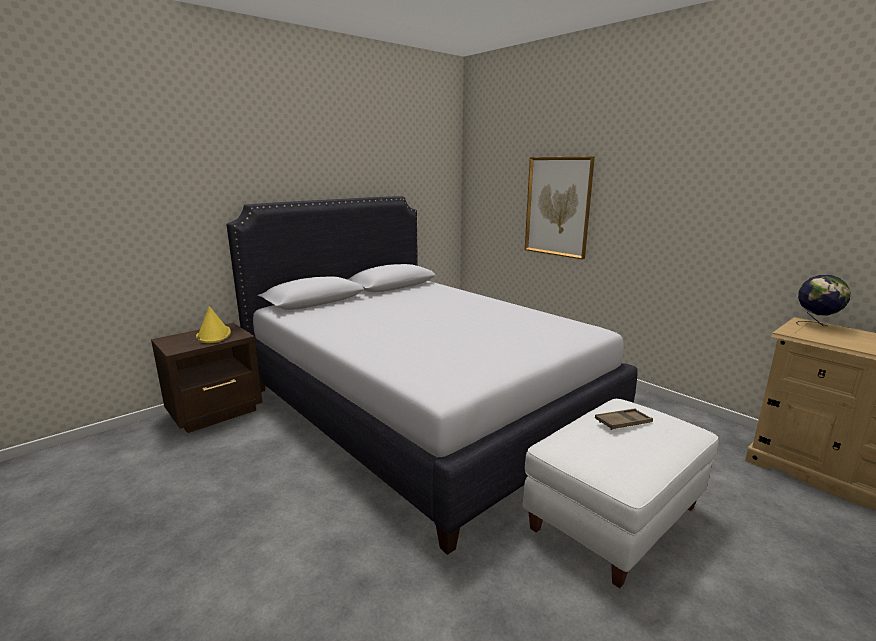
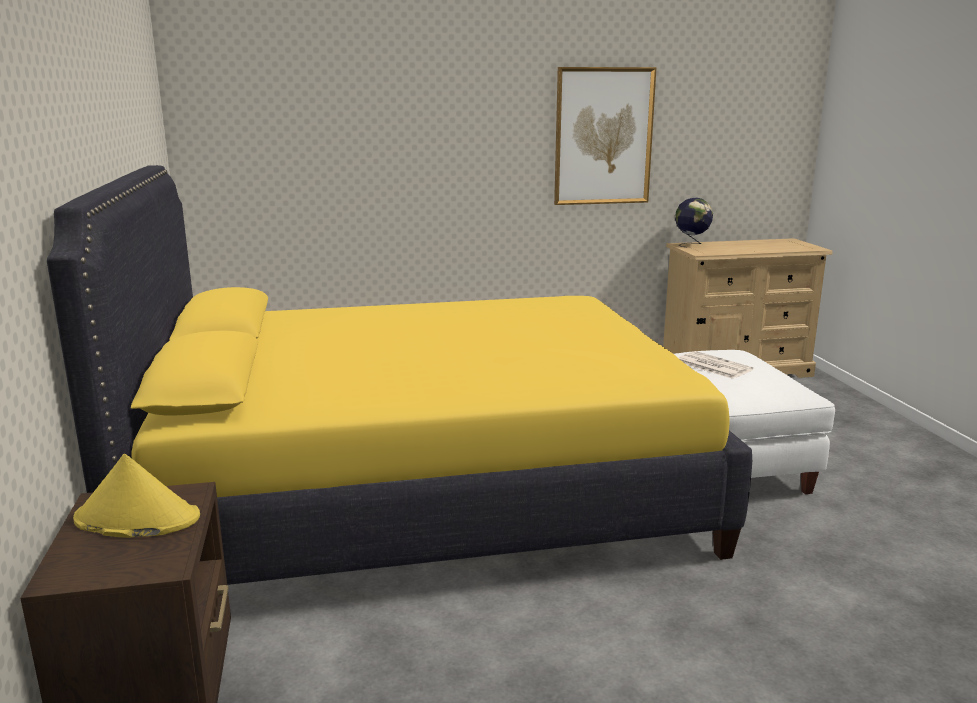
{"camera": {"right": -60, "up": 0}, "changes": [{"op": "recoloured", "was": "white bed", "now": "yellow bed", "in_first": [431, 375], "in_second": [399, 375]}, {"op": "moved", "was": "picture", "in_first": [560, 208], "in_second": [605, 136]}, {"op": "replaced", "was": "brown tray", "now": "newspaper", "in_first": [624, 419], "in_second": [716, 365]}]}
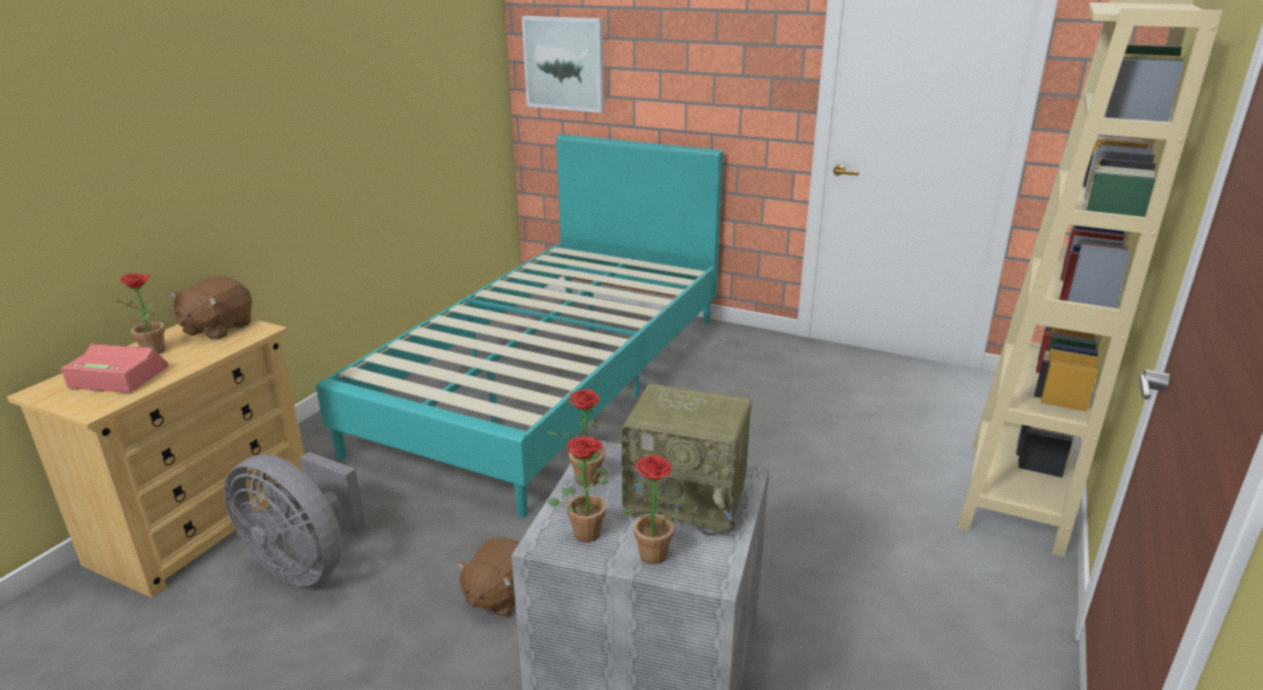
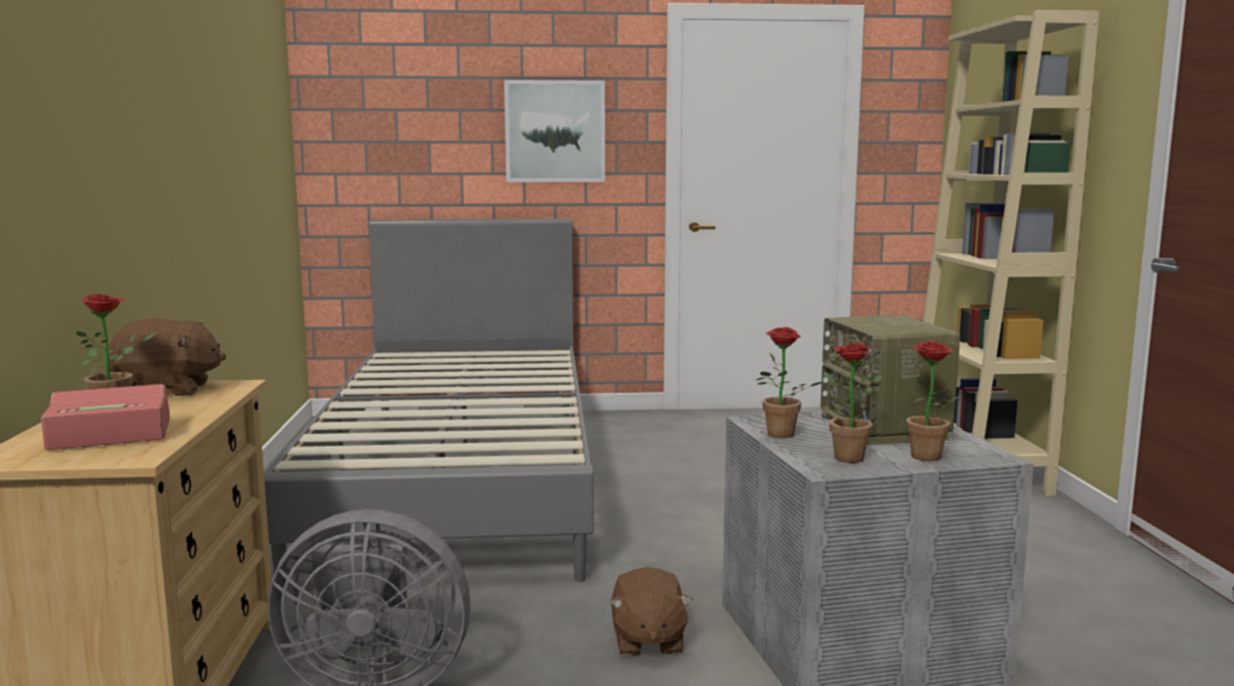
{"camera": {"right": -30, "up": -15}, "changes": [{"op": "turned", "was": "brown plush toy", "in_first": [210, 308], "in_second": [167, 357], "clockwise": -90}, {"op": "recoloured", "was": "turquoise bed", "now": "grey bed", "in_first": [519, 326], "in_second": [429, 403]}, {"op": "moved", "was": "picture", "in_first": [563, 64], "in_second": [554, 131]}, {"op": "turned", "was": "radio", "in_first": [687, 459], "in_second": [890, 380], "clockwise": 90}]}
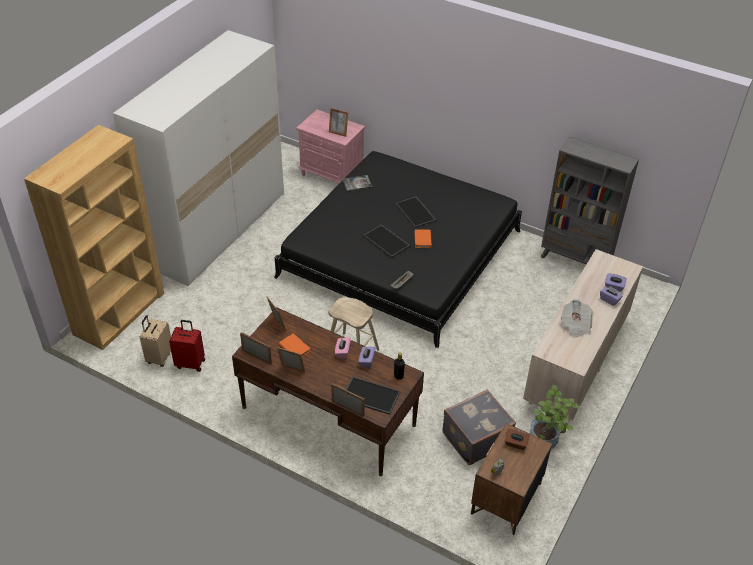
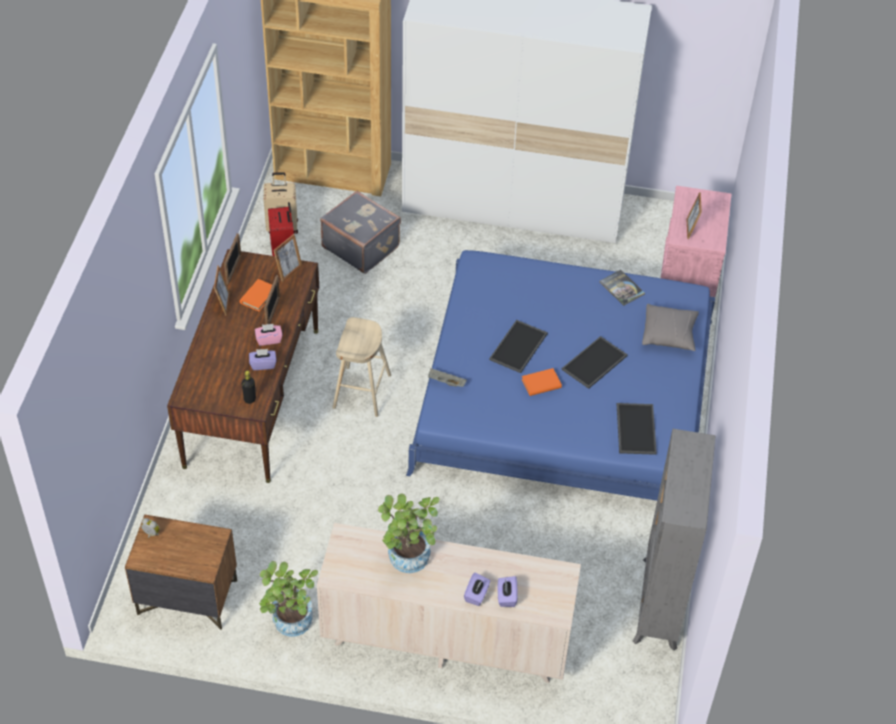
{"camera": {"right": 70, "up": 5}, "changes": [{"op": "moved", "was": "picture frame", "in_first": [348, 400], "in_second": [272, 299]}, {"op": "moved", "was": "grey suitcase", "in_first": [479, 427], "in_second": [360, 232]}, {"op": "replaced", "was": "newspaper", "now": "potted plant", "in_first": [577, 318], "in_second": [409, 533]}, {"op": "recoloured", "was": "black bed", "now": "blue bed", "in_first": [398, 249], "in_second": [560, 375]}, {"op": "moved", "was": "tray", "in_first": [373, 395], "in_second": [637, 429]}, {"op": "added", "now": "grey pillow", "in_second": [670, 327]}, {"op": "removed", "was": "brown tissue box", "in_first": [517, 439]}]}
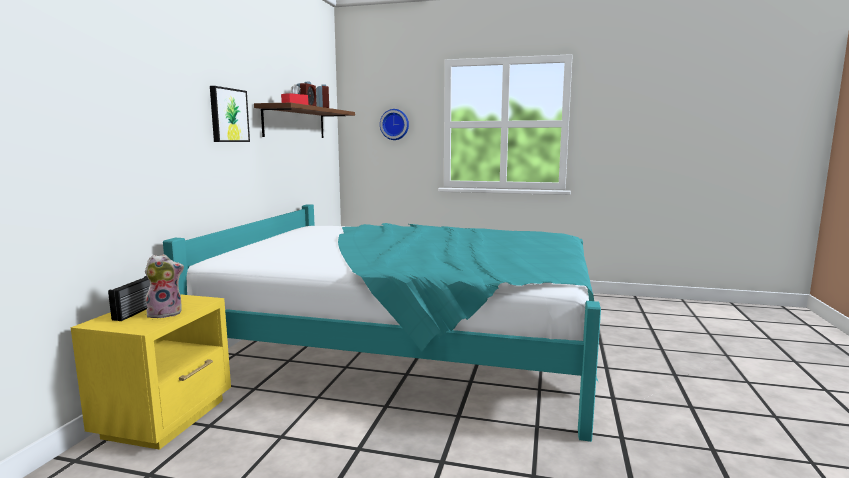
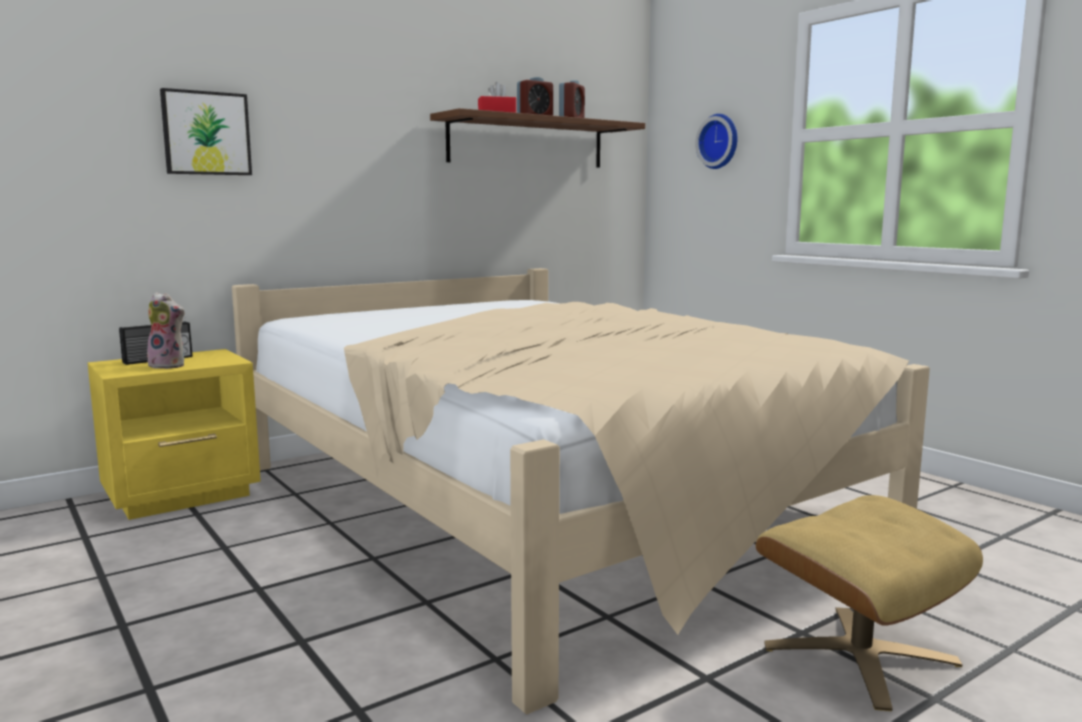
{"camera": {"right": 40, "up": 0}, "changes": [{"op": "moved", "was": "picture", "in_first": [230, 114], "in_second": [206, 131]}, {"op": "recoloured", "was": "turquoise bed", "now": "beige bed", "in_first": [382, 323], "in_second": [581, 491]}, {"op": "added", "now": "beige ottoman", "in_second": [869, 603]}]}
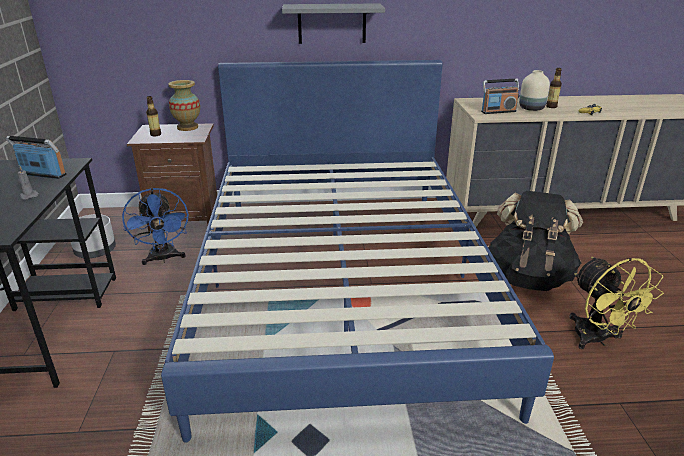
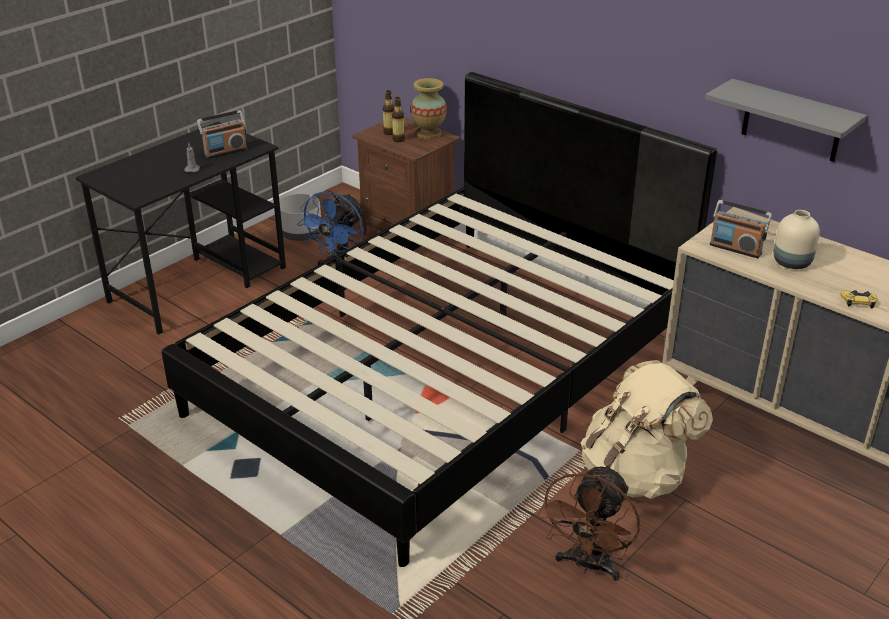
{"camera": {"right": 45, "up": 5}, "changes": [{"op": "recoloured", "was": "blue bed", "now": "black bed", "in_first": [357, 251], "in_second": [439, 319]}, {"op": "turned", "was": "radio", "in_first": [36, 157], "in_second": [222, 134], "clockwise": 90}, {"op": "moved", "was": "bottle", "in_first": [554, 88], "in_second": [398, 119]}, {"op": "recoloured", "was": "yellow fan", "now": "brown fan", "in_first": [616, 303], "in_second": [589, 522]}, {"op": "recoloured", "was": "black backpack", "now": "beige backpack", "in_first": [535, 241], "in_second": [647, 429]}, {"op": "moved", "was": "grey shelf", "in_first": [333, 23], "in_second": [786, 120]}]}
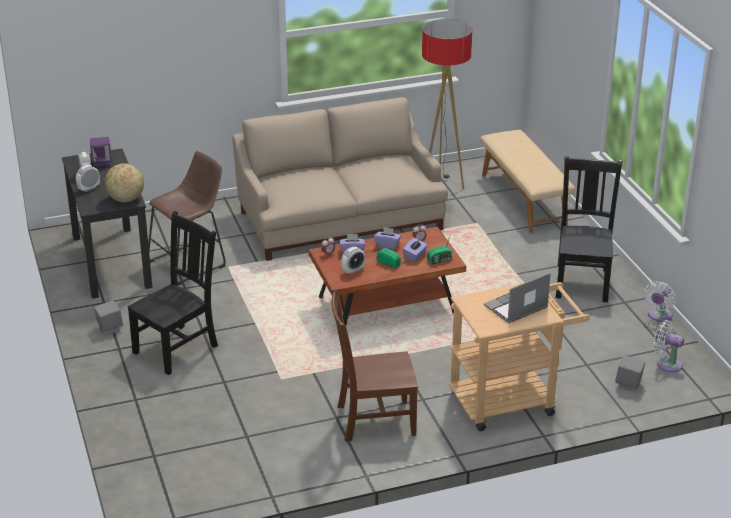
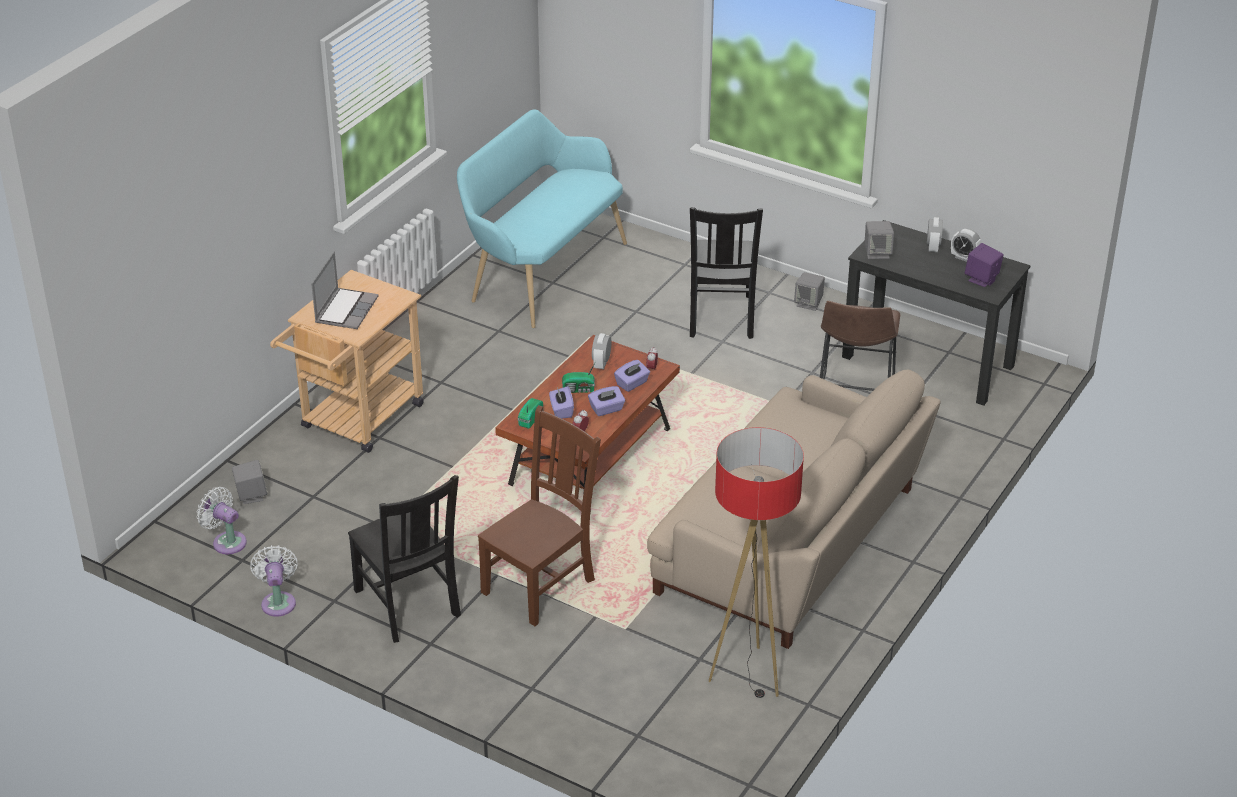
{"camera": {"right": 140, "up": 5}, "changes": [{"op": "turned", "was": "white fan", "in_first": [668, 346], "in_second": [222, 520], "clockwise": -135}, {"op": "added", "now": "turquoise bench", "in_second": [542, 218]}, {"op": "moved", "was": "brown chair", "in_first": [374, 364], "in_second": [539, 515]}, {"op": "replaced", "was": "globe", "now": "grey speaker", "in_first": [124, 182], "in_second": [879, 240]}, {"op": "removed", "was": "beige bench", "in_first": [527, 181]}]}
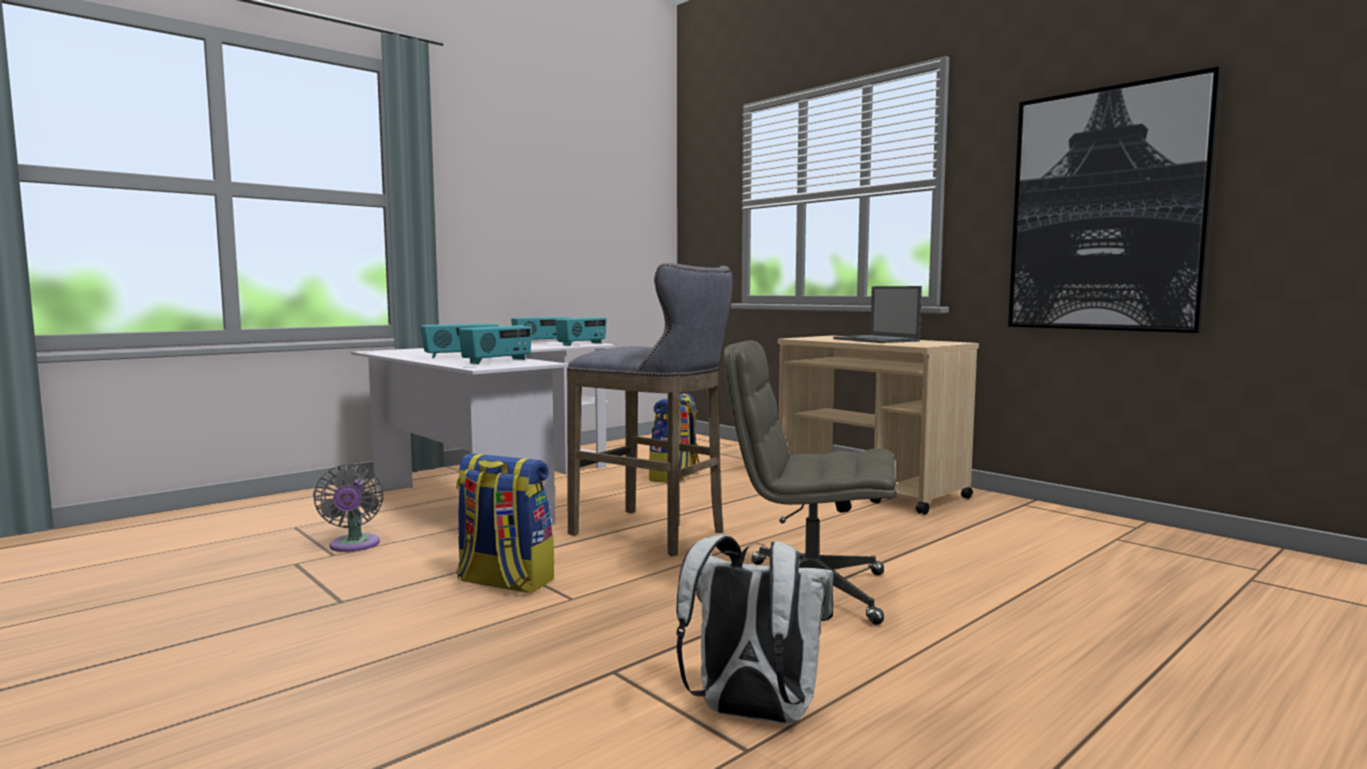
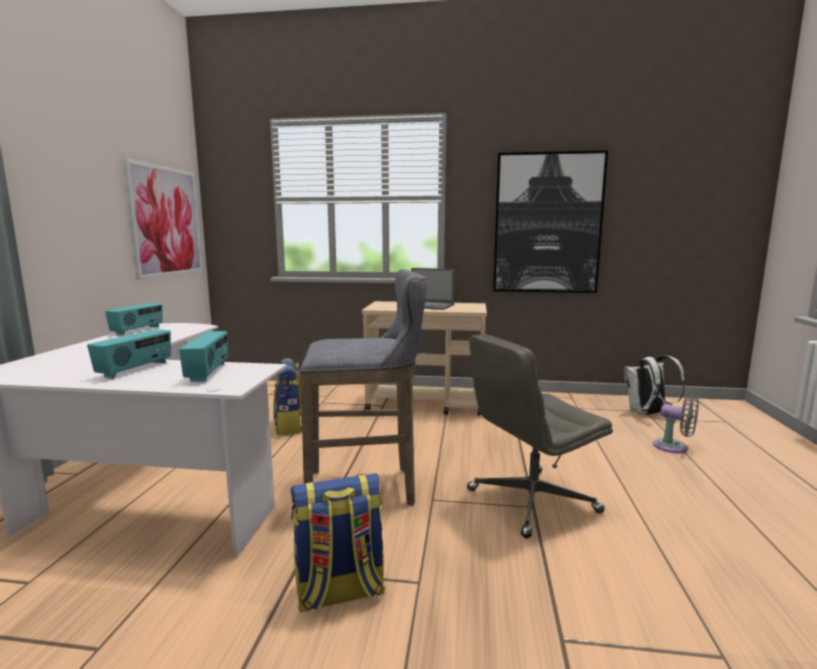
{"camera": {"right": -40, "up": 5}, "changes": [{"op": "added", "now": "picture", "in_second": [163, 219]}, {"op": "moved", "was": "white backpack", "in_first": [754, 629], "in_second": [654, 385]}, {"op": "moved", "was": "grey fan", "in_first": [348, 508], "in_second": [676, 424]}, {"op": "removed", "was": "radio", "in_first": [581, 331]}]}
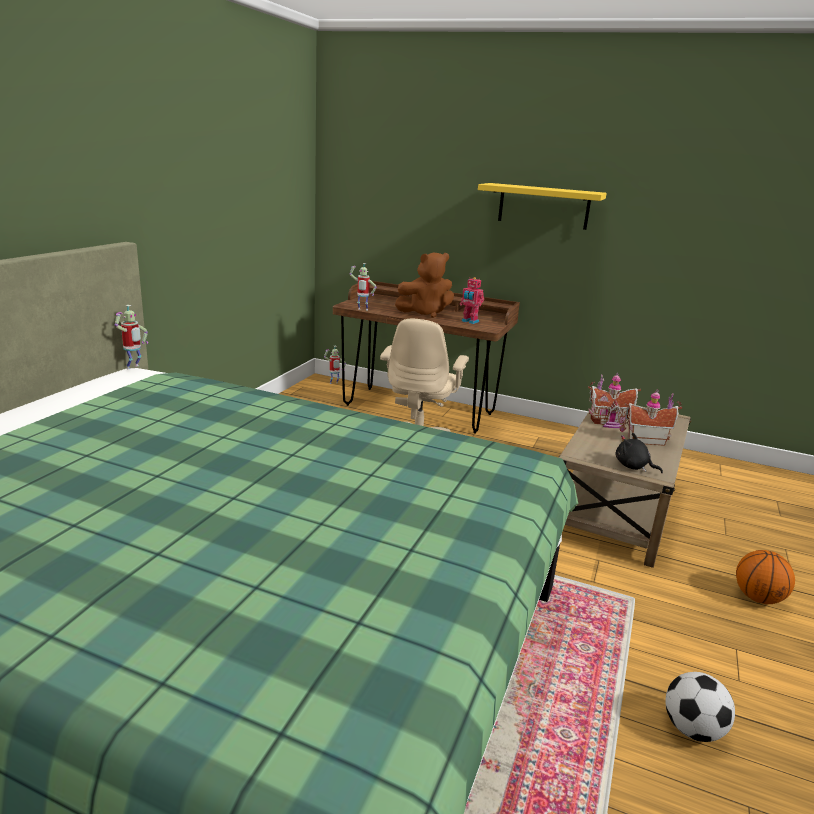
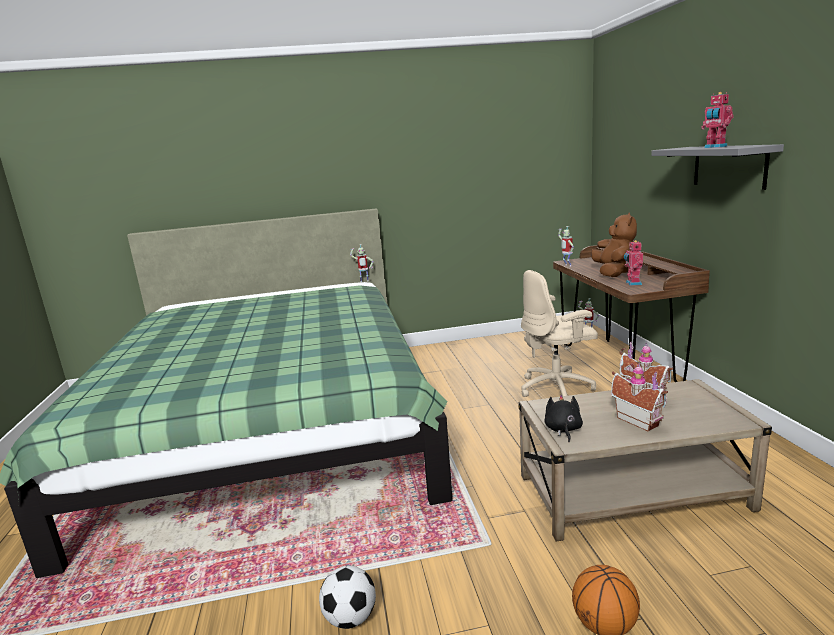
{"camera": {"right": 60, "up": -5}, "changes": [{"op": "turned", "was": "brown plush toy", "in_first": [424, 285], "in_second": [614, 244], "clockwise": -120}, {"op": "recoloured", "was": "yellow shelf", "now": "grey shelf", "in_first": [542, 206], "in_second": [717, 167]}, {"op": "added", "now": "toy robot", "in_second": [717, 120]}]}
